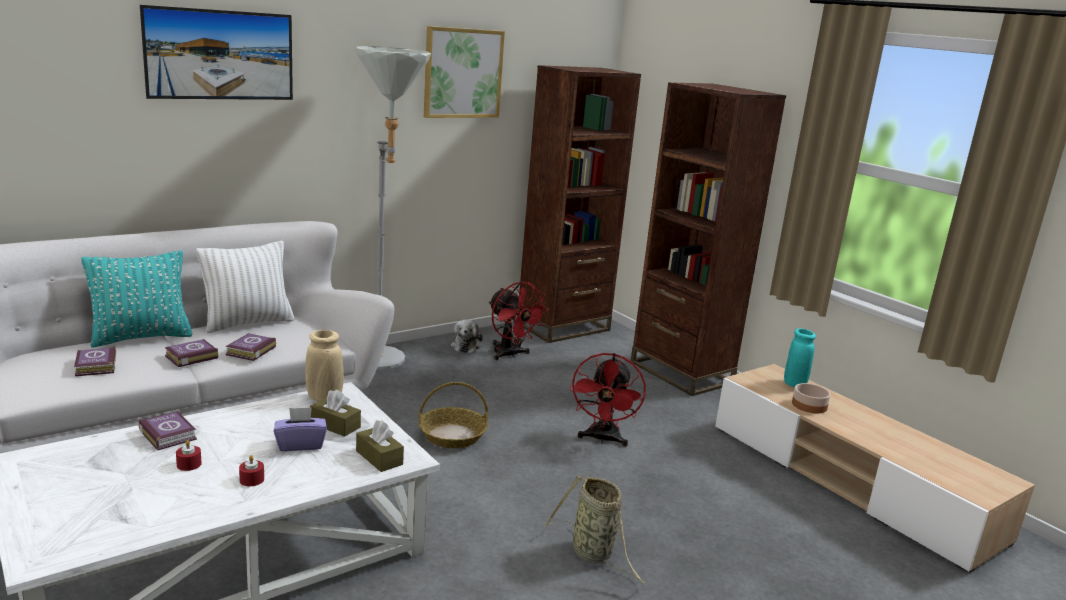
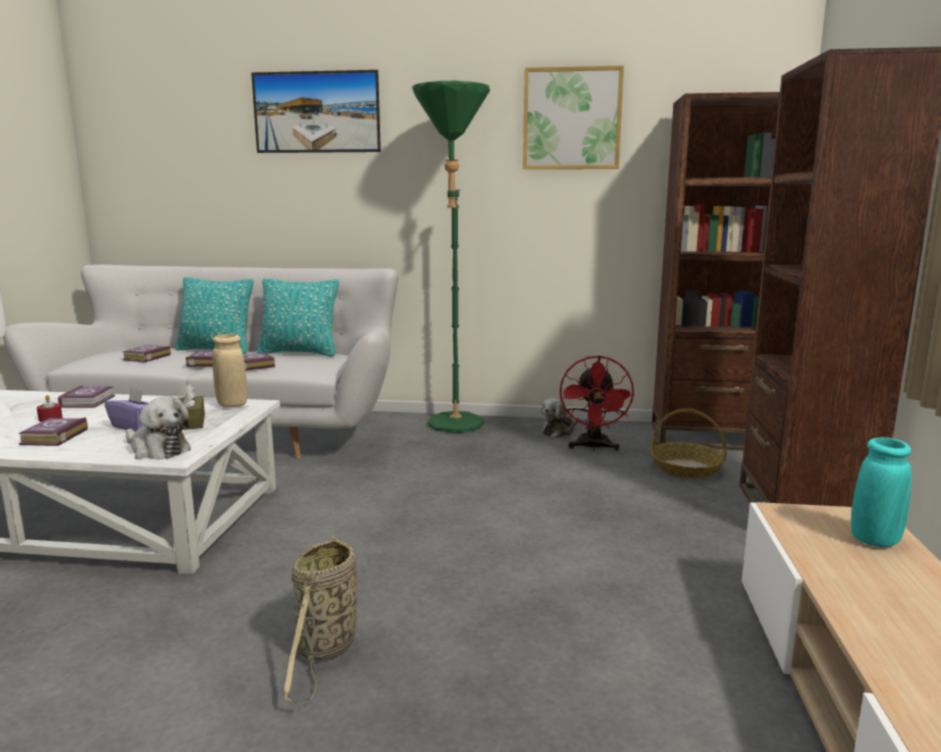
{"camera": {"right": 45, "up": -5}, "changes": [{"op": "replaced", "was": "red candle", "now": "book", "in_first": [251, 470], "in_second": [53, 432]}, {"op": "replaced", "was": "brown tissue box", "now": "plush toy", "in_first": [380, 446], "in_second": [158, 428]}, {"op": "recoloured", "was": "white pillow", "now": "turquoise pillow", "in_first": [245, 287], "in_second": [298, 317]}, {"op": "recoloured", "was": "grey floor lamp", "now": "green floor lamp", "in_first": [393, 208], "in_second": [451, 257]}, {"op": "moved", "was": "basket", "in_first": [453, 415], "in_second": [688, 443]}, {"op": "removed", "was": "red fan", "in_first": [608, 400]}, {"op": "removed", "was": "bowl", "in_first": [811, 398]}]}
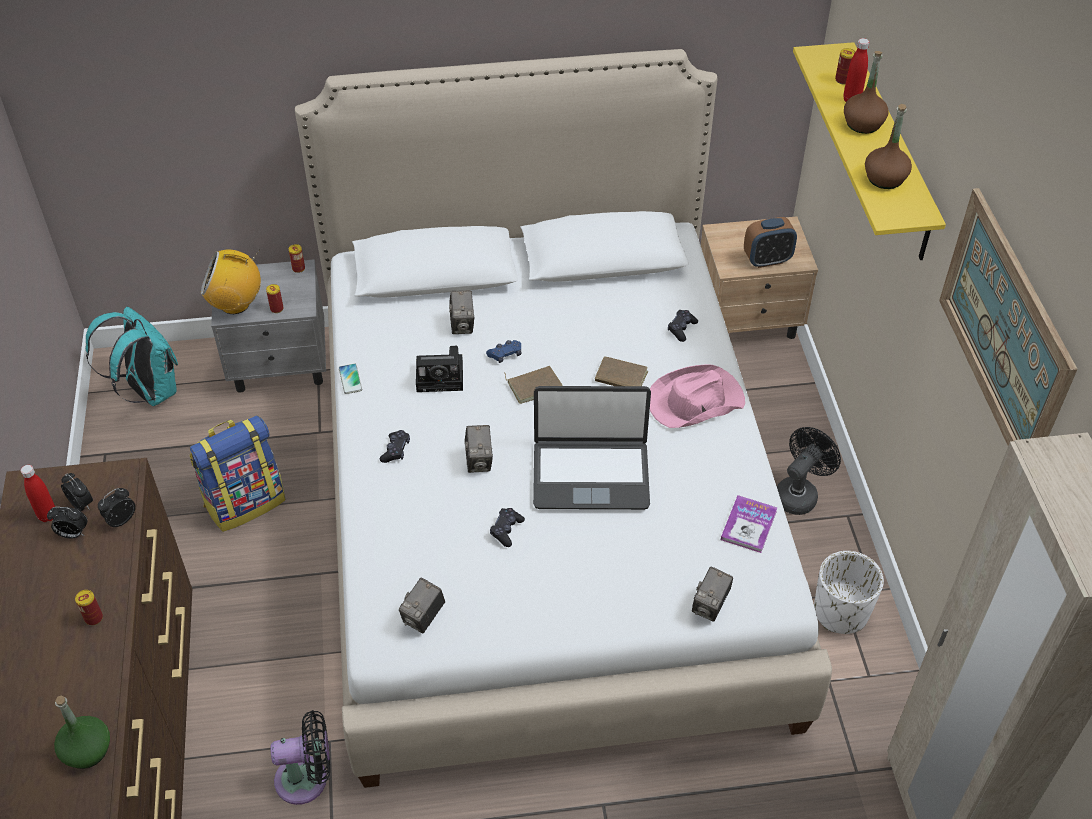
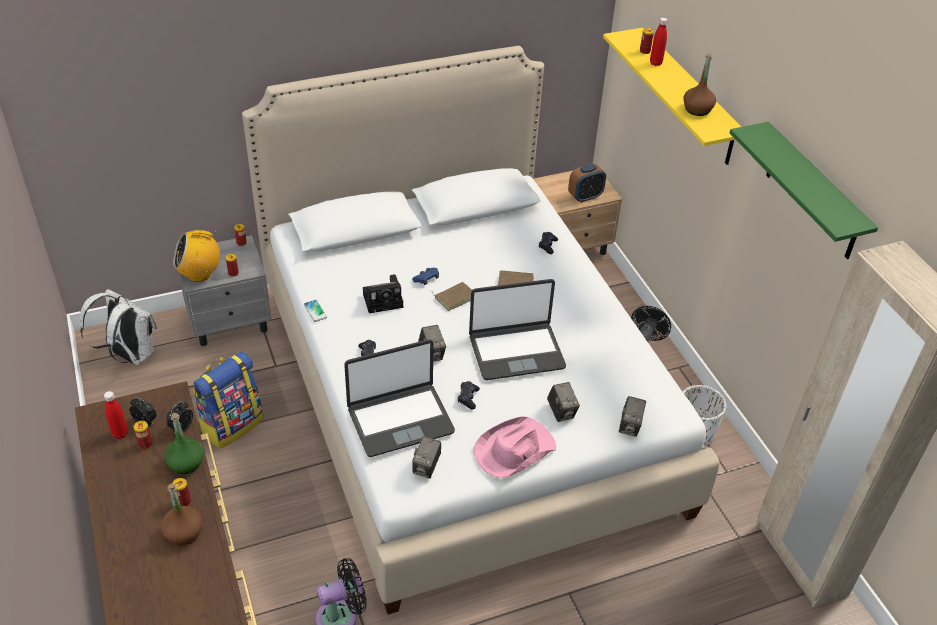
{"camera": {"right": -15, "up": -5}, "changes": [{"op": "recoloured", "was": "turquoise backpack", "now": "white backpack", "in_first": [132, 356], "in_second": [118, 327]}, {"op": "replaced", "was": "alarm clock", "now": "can", "in_first": [67, 522], "in_second": [143, 435]}, {"op": "moved", "was": "brown bottle", "in_first": [866, 92], "in_second": [182, 514]}, {"op": "moved", "was": "green bottle", "in_first": [82, 732], "in_second": [184, 443]}, {"op": "added", "now": "laptop", "in_second": [399, 398]}, {"op": "moved", "was": "pink hat", "in_first": [697, 396], "in_second": [515, 447]}, {"op": "moved", "was": "photo camera", "in_first": [461, 312], "in_second": [563, 402]}, {"op": "replaced", "was": "picture", "now": "green shelf", "in_first": [1008, 317], "in_second": [804, 190]}, {"op": "removed", "was": "book", "in_first": [749, 524]}]}
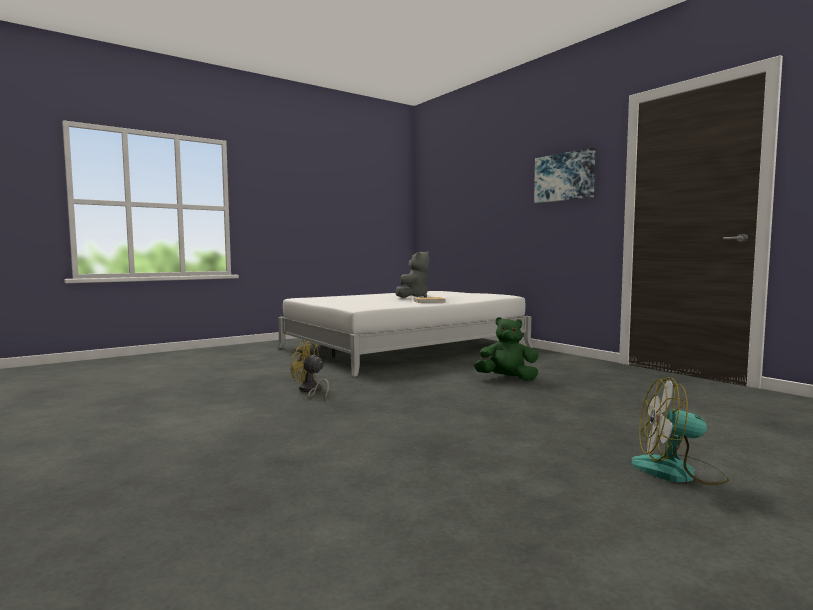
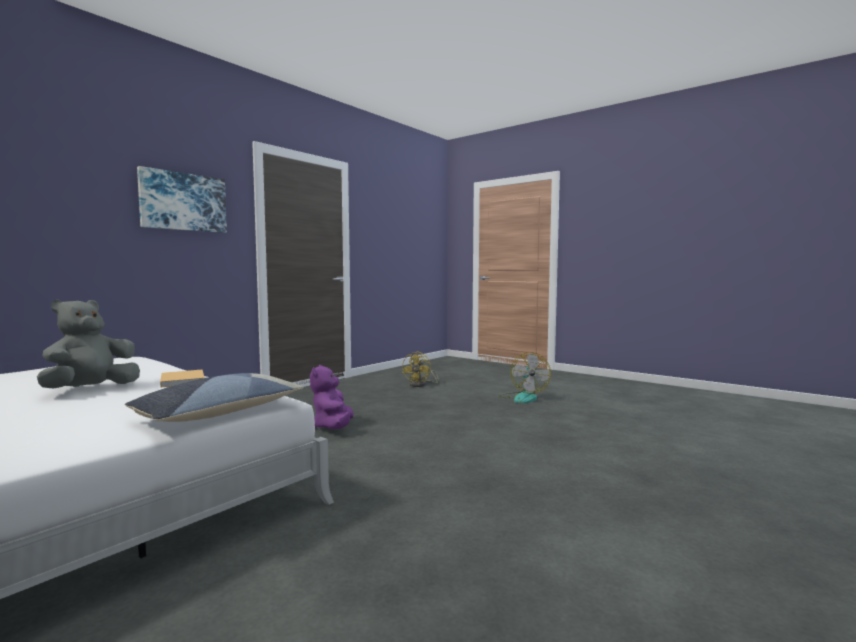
{"camera": {"right": -105, "up": 0}, "changes": [{"op": "turned", "was": "grey plush toy", "in_first": [412, 274], "in_second": [88, 343], "clockwise": -75}, {"op": "added", "now": "pillow", "in_second": [214, 397]}, {"op": "recoloured", "was": "green plush toy", "now": "purple plush toy", "in_first": [506, 349], "in_second": [332, 397]}, {"op": "moved", "was": "yellow fan", "in_first": [310, 369], "in_second": [420, 369]}]}
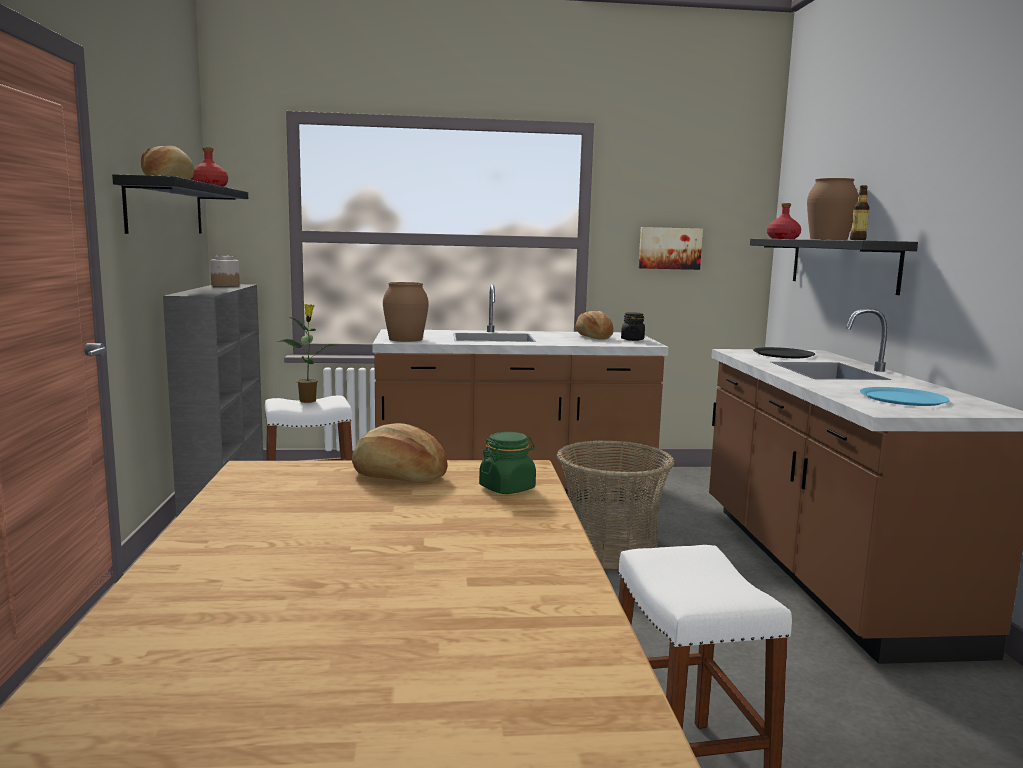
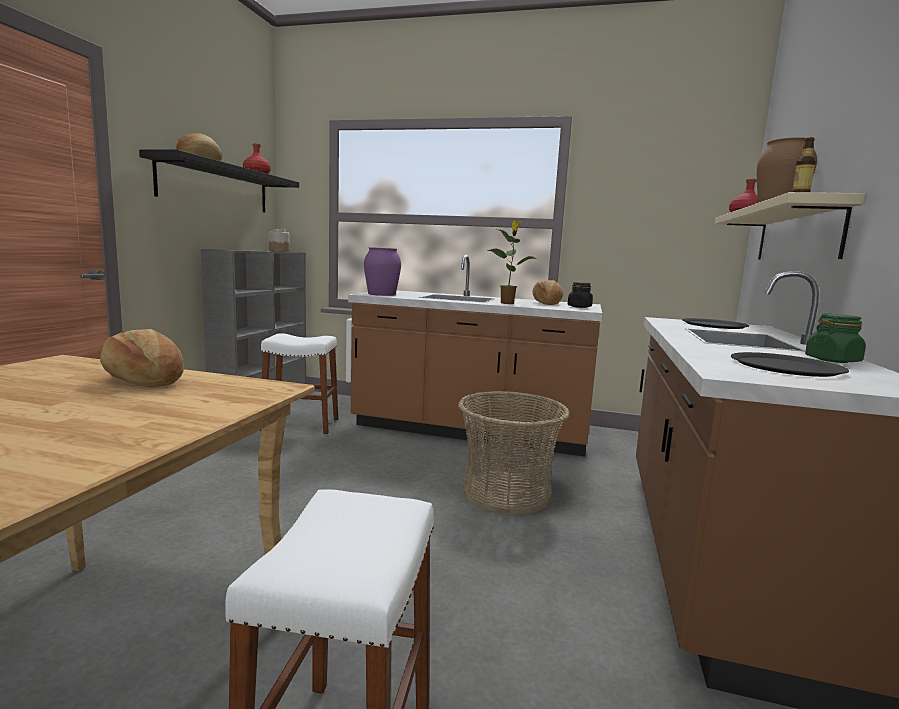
{"camera": {"right": 20, "up": 0}, "changes": [{"op": "recoloured", "was": "brown vase", "now": "purple vase", "in_first": [406, 312], "in_second": [382, 271]}, {"op": "moved", "was": "potted plant", "in_first": [307, 353], "in_second": [512, 262]}, {"op": "recoloured", "was": "black shelf", "now": "beige shelf", "in_first": [834, 267], "in_second": [789, 226]}, {"op": "recoloured", "was": "blue plate", "now": "black plate", "in_first": [905, 396], "in_second": [790, 364]}, {"op": "moved", "was": "green jar", "in_first": [507, 463], "in_second": [835, 338]}, {"op": "removed", "was": "picture", "in_first": [671, 248]}]}
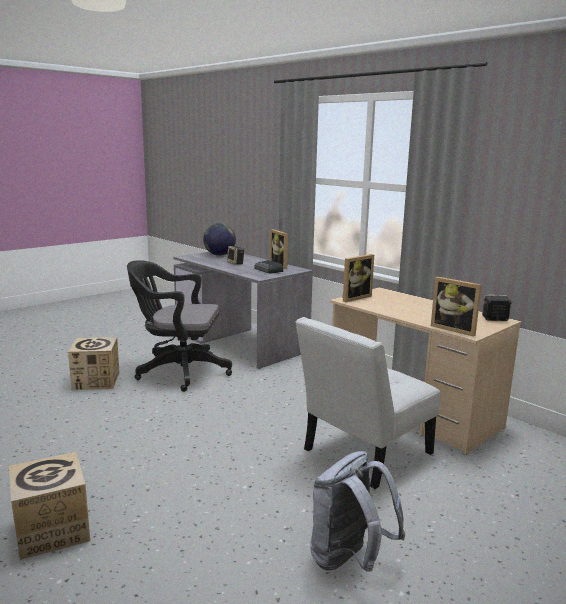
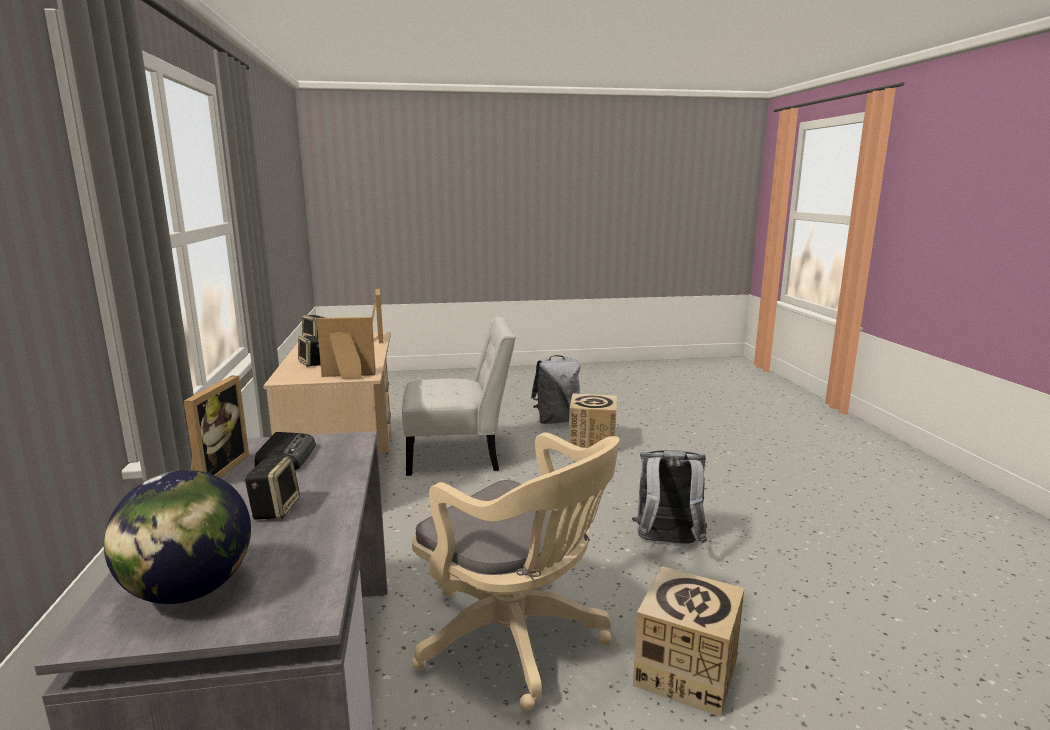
{"camera": {"right": -145, "up": 0}, "changes": [{"op": "added", "now": "speaker", "in_second": [309, 351]}, {"op": "recoloured", "was": "black office chair", "now": "beige office chair", "in_first": [179, 326], "in_second": [516, 571]}, {"op": "moved", "was": "cardboard box", "in_first": [49, 506], "in_second": [593, 420]}, {"op": "added", "now": "grey backpack", "in_second": [669, 497]}]}
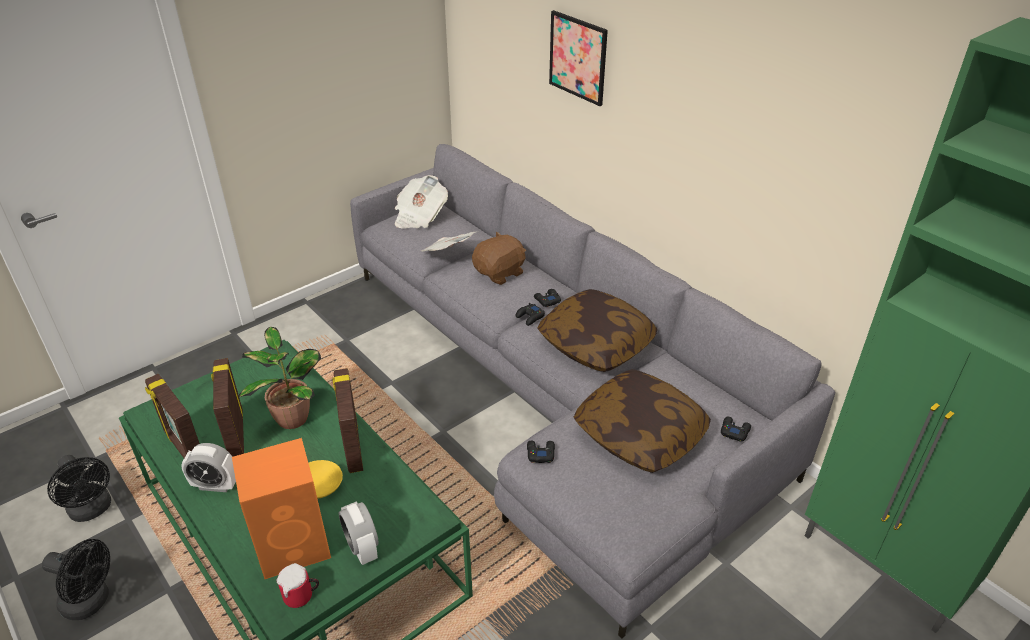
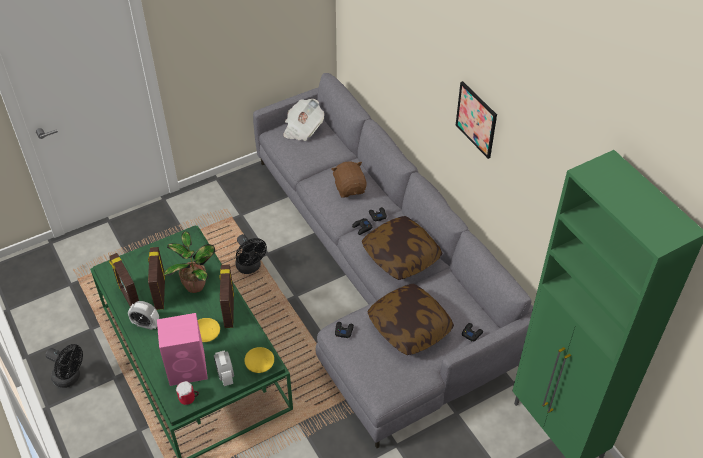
{"camera": {"right": 10, "up": 10}, "changes": [{"op": "recoloured", "was": "orange speaker", "now": "pink speaker", "in_first": [281, 508], "in_second": [182, 349]}, {"op": "moved", "was": "black fan", "in_first": [79, 488], "in_second": [251, 254]}, {"op": "added", "now": "yellow bowl", "in_second": [259, 360]}, {"op": "turned", "was": "brown plush toy", "in_first": [499, 258], "in_second": [349, 179], "clockwise": -75}, {"op": "moved", "was": "picture", "in_first": [578, 58], "in_second": [476, 120]}, {"op": "removed", "was": "newspaper", "in_first": [450, 241]}]}
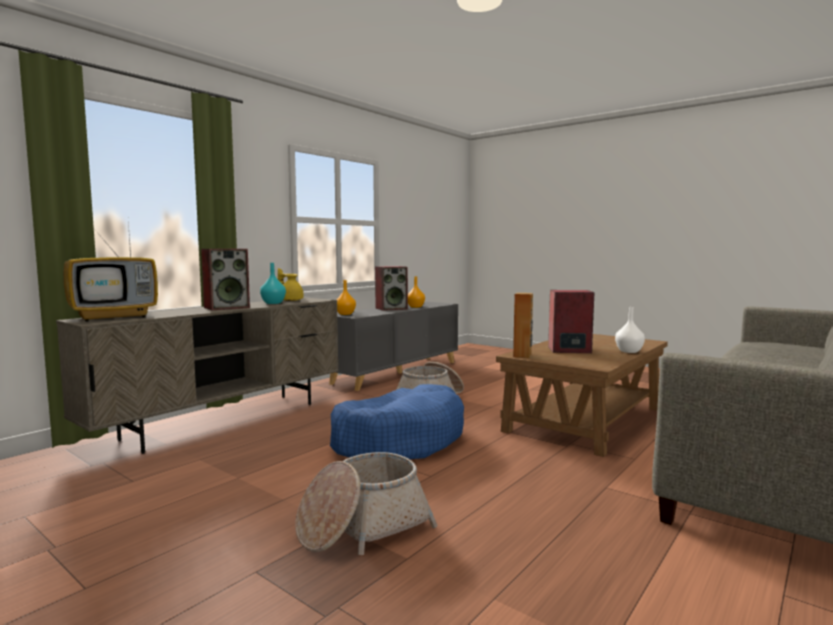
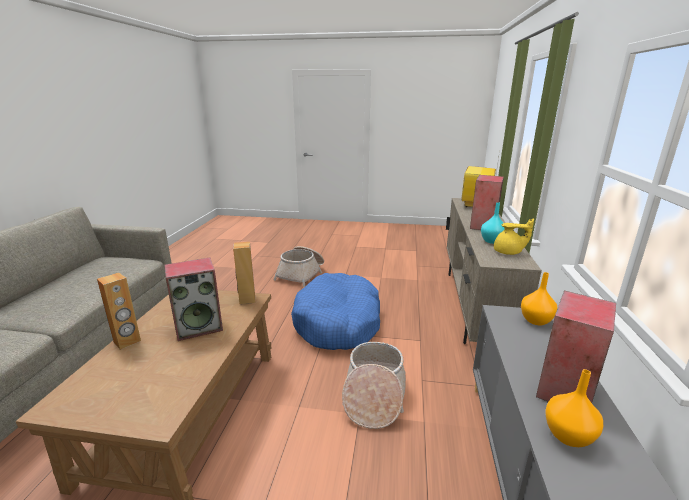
{"camera": {"right": 150, "up": 15}, "changes": [{"op": "replaced", "was": "white vase", "now": "brown speaker", "in_first": [630, 330], "in_second": [119, 311]}]}
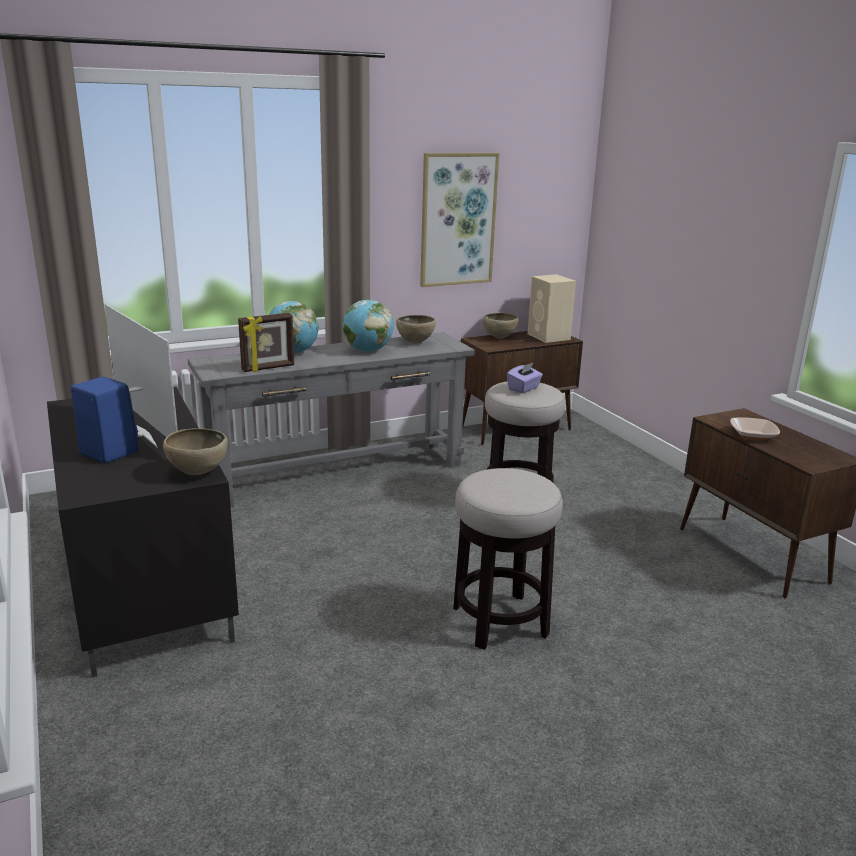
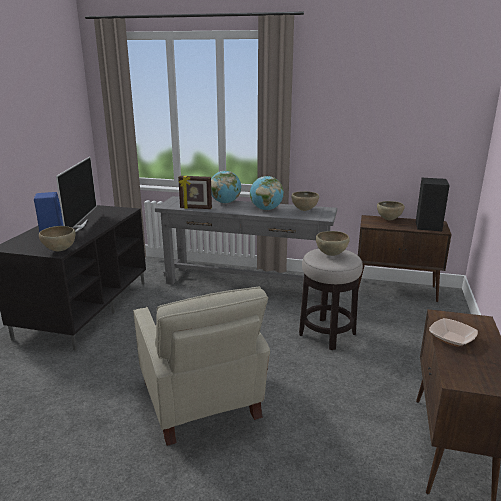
{"camera": {"right": 40, "up": 0}, "changes": [{"op": "replaced", "was": "stool", "now": "beige armchair", "in_first": [508, 559], "in_second": [201, 366]}, {"op": "replaced", "was": "purple tissue box", "now": "brown bowl", "in_first": [525, 378], "in_second": [333, 243]}, {"op": "recoloured", "was": "beige speaker", "now": "black speaker", "in_first": [552, 308], "in_second": [433, 204]}, {"op": "removed", "was": "picture", "in_first": [459, 220]}]}
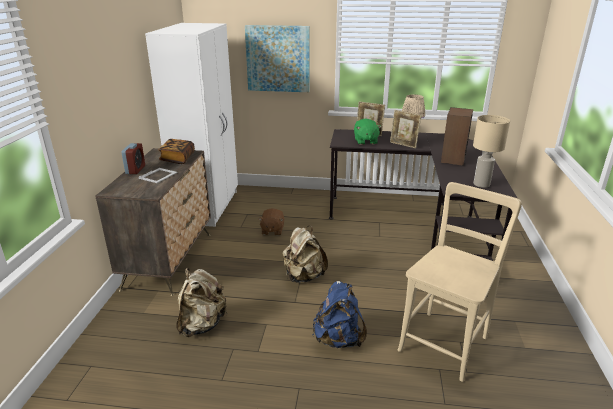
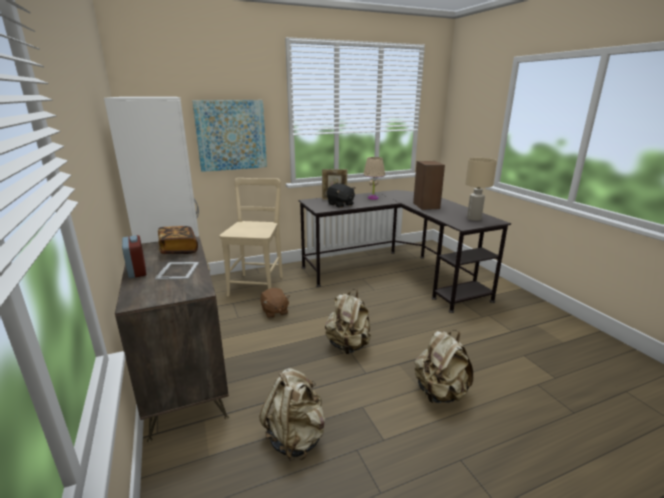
{"camera": {"right": -30, "up": -5}, "changes": [{"op": "moved", "was": "beige chair", "in_first": [460, 282], "in_second": [251, 237]}, {"op": "recoloured", "was": "green plush toy", "now": "black plush toy", "in_first": [368, 132], "in_second": [341, 195]}, {"op": "recoloured", "was": "blue backpack", "now": "beige backpack", "in_first": [340, 314], "in_second": [444, 366]}, {"op": "removed", "was": "picture frame", "in_first": [405, 129]}]}
